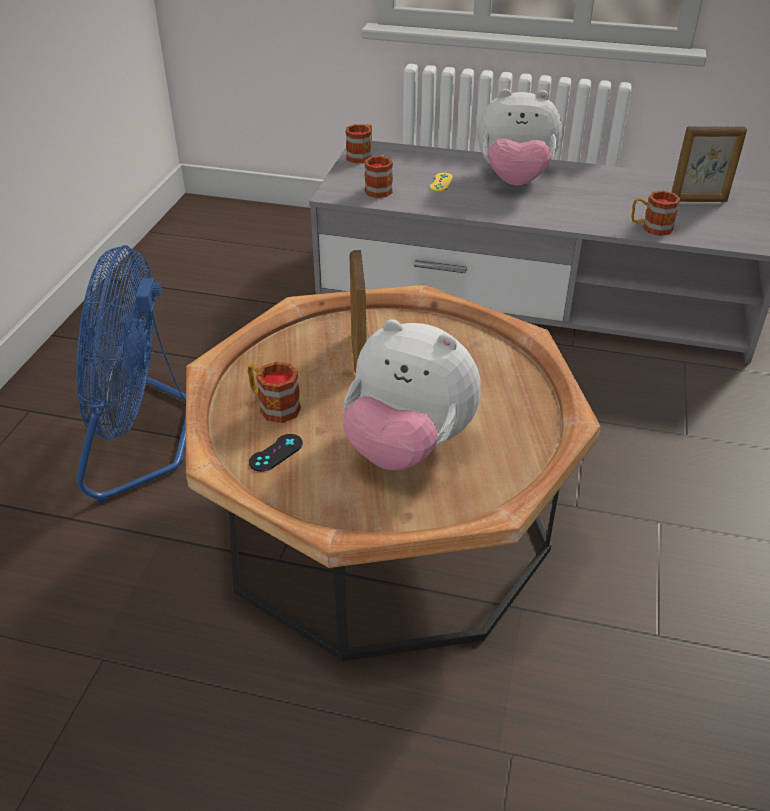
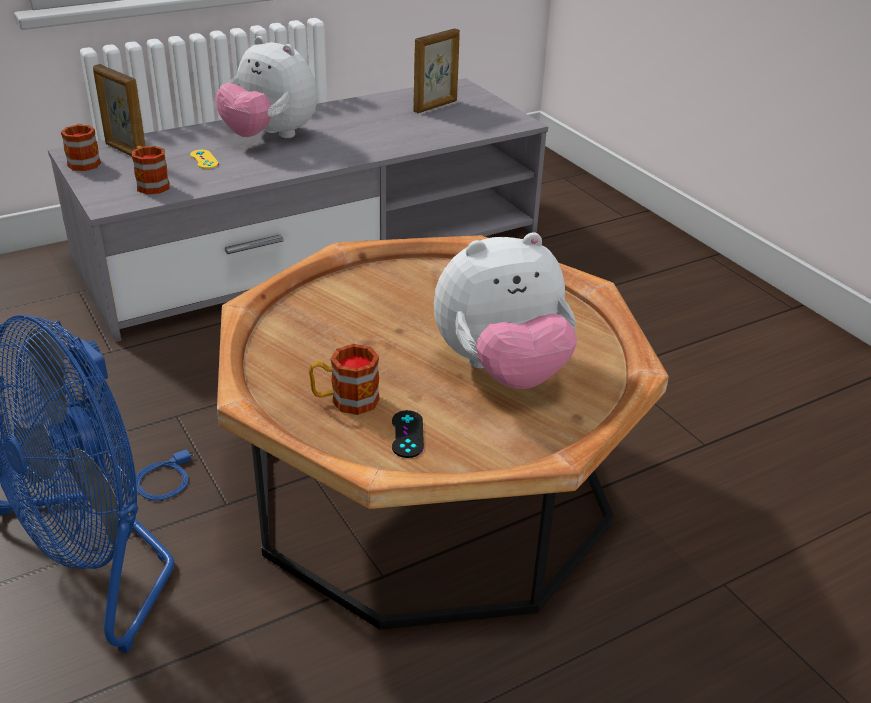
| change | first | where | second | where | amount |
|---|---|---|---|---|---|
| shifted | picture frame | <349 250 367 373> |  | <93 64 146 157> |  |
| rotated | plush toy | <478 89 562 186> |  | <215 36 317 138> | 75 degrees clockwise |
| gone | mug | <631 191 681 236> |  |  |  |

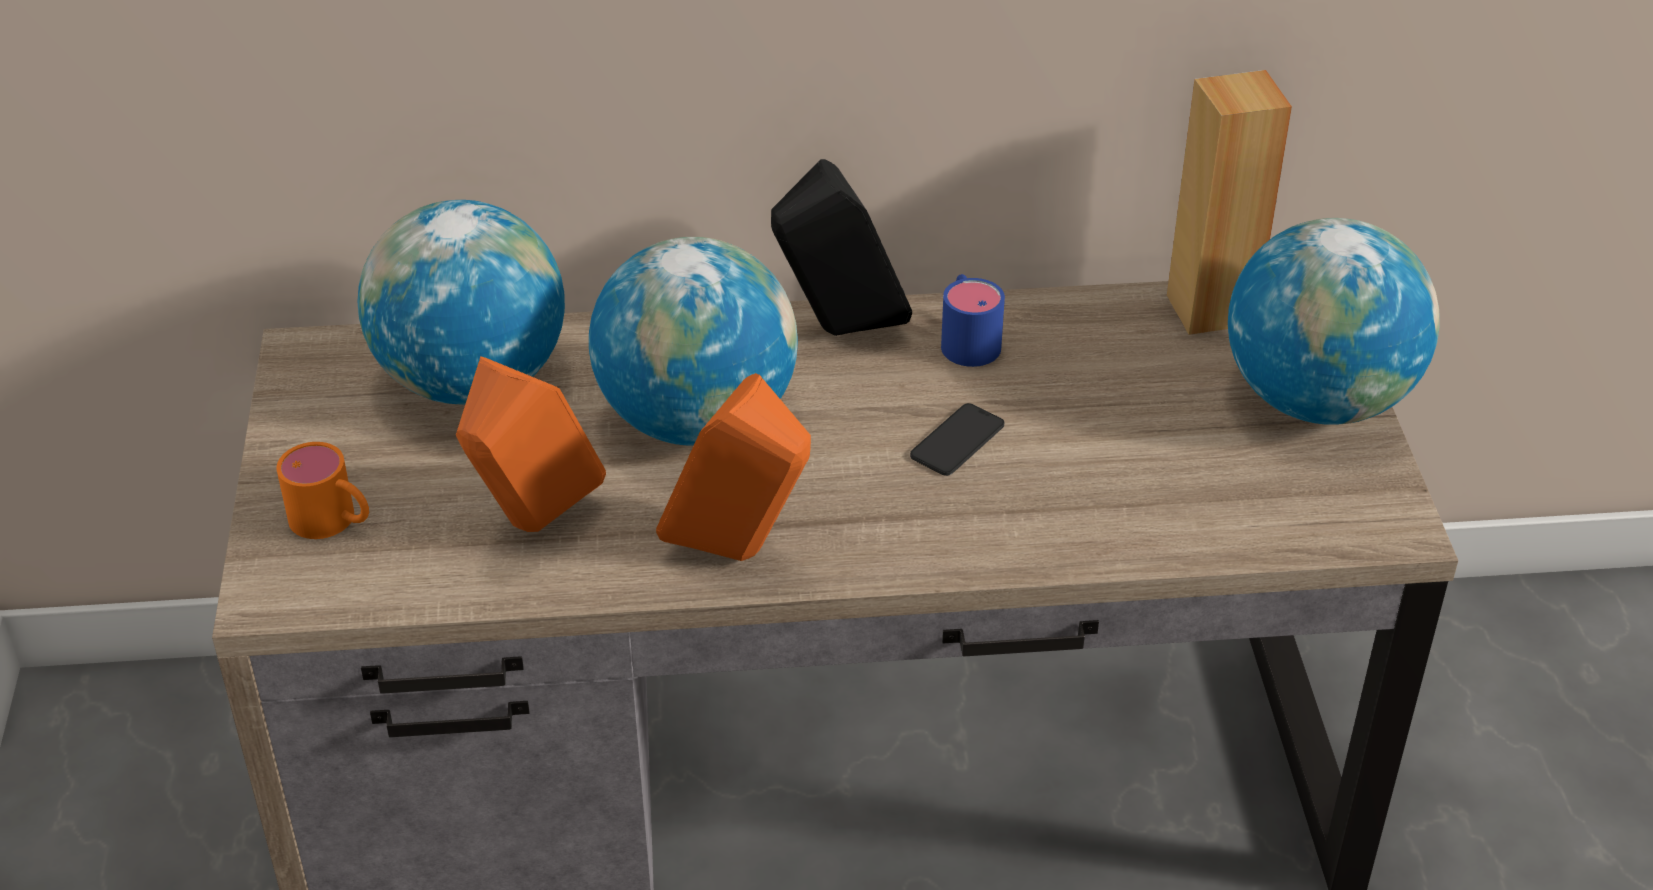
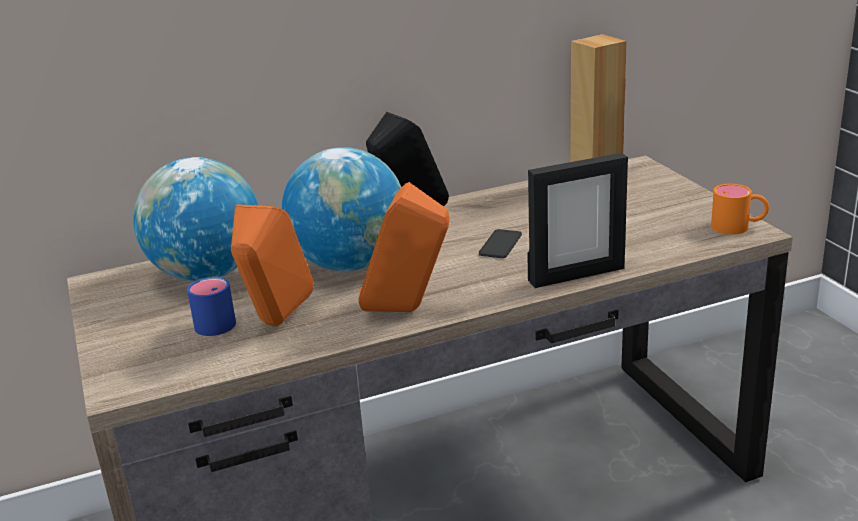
| change | first | where | second | where | amount |
|---|---|---|---|---|---|
| shifted | mug in blue | <941 274 1005 367> |  | <187 277 236 336> |  |
| new |  |  | picture frame | <527 153 628 288> |  |
| shifted | mug in orange | <276 442 369 539> |  | <711 184 769 235> |  |
| gone | globe | <1228 218 1440 425> |  |  |  |

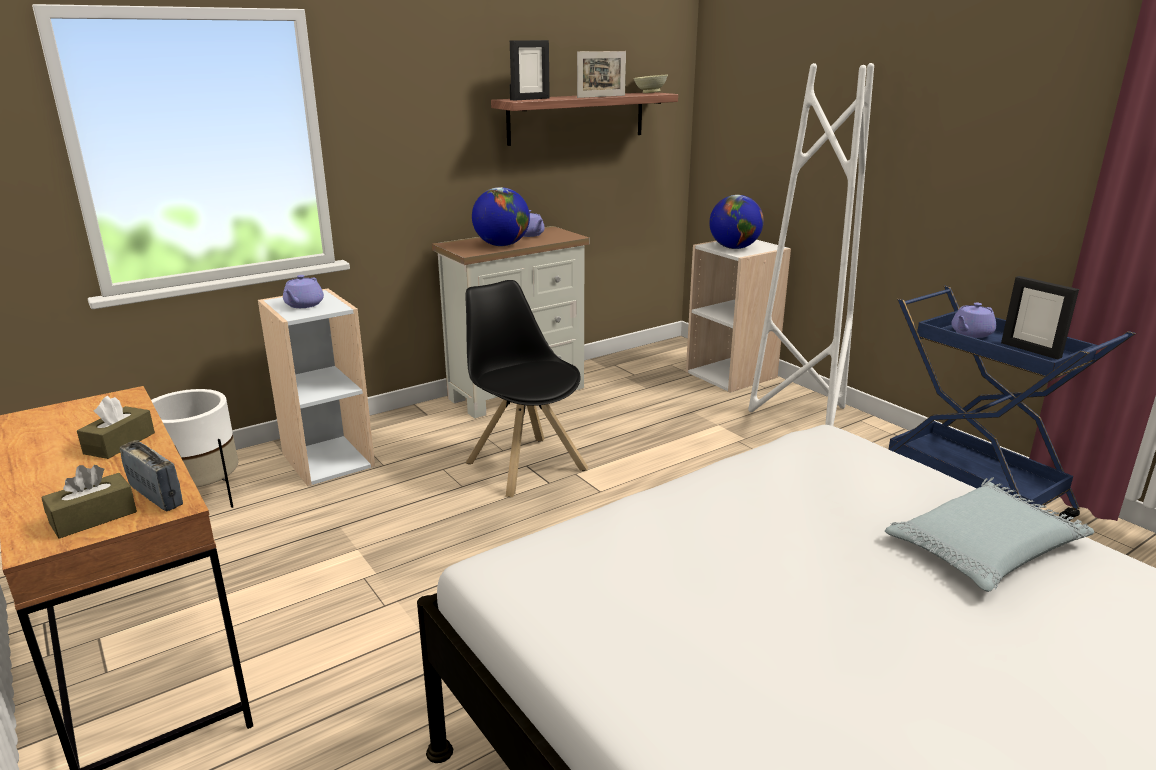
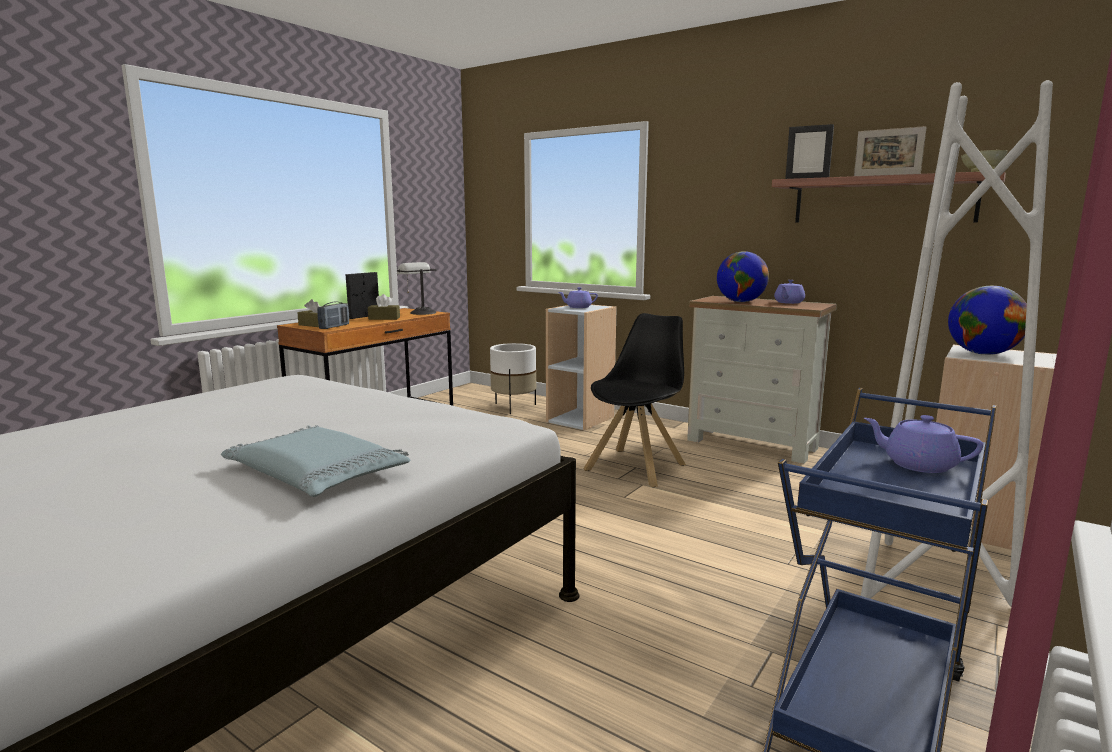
| change | first | where | second | where | amount |
|---|---|---|---|---|---|
| shifted | picture frame | <1001 276 1079 360> |  | <345 272 379 319> |  |
| new |  |  | table lamp | <397 262 437 315> |  |

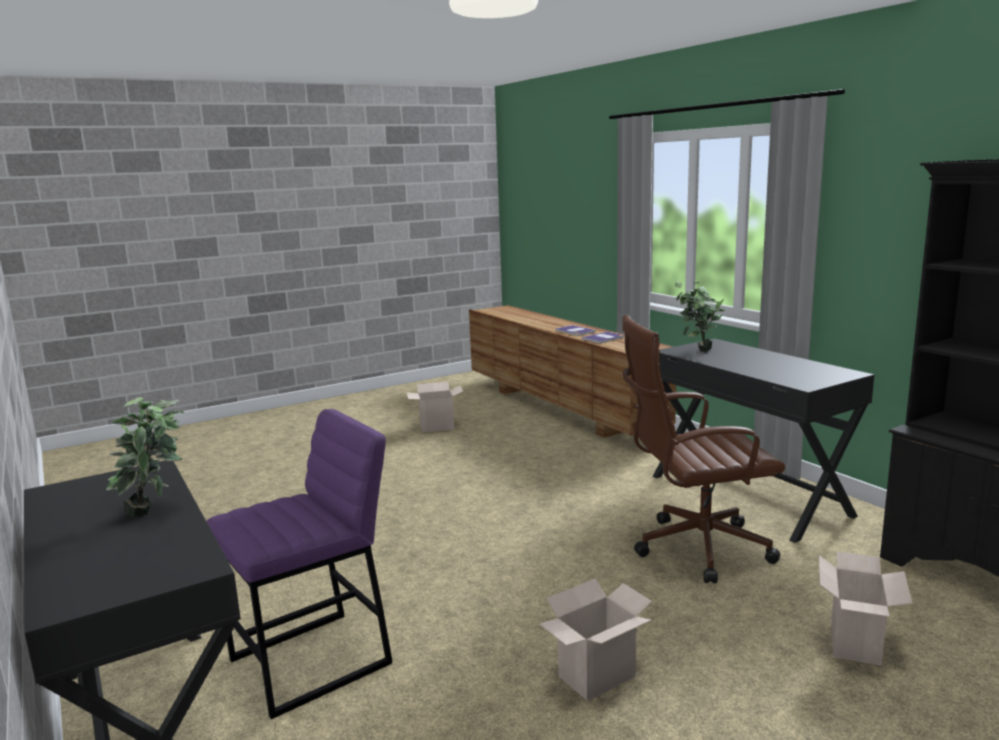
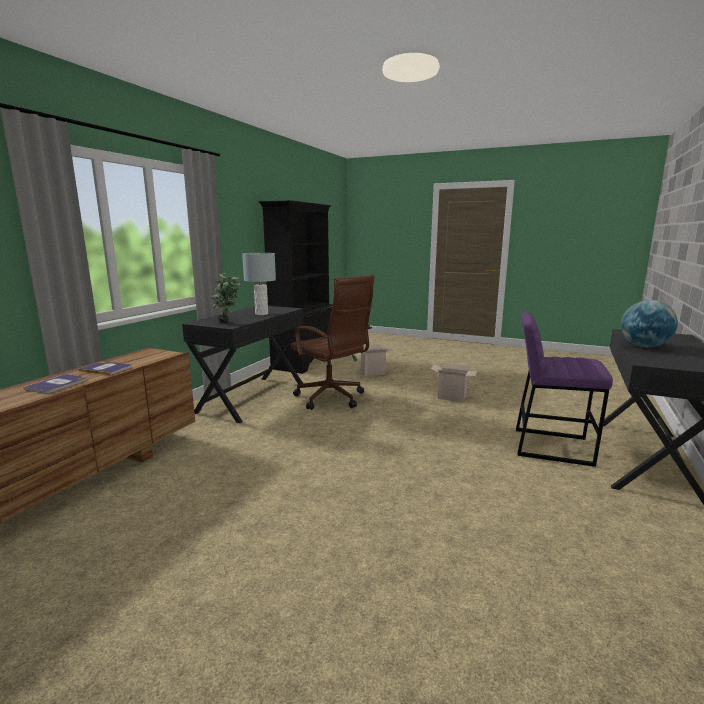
| change | first | where | second | where | amount |
|---|---|---|---|---|---|
| new |  |  | table lamp in grey | <242 253 276 315> |  |
| swapped | potted plant | <106 397 184 516> | globe | <621 300 678 347> |  |
| gone | cardboard box | <407 382 463 433> |  |  |  |

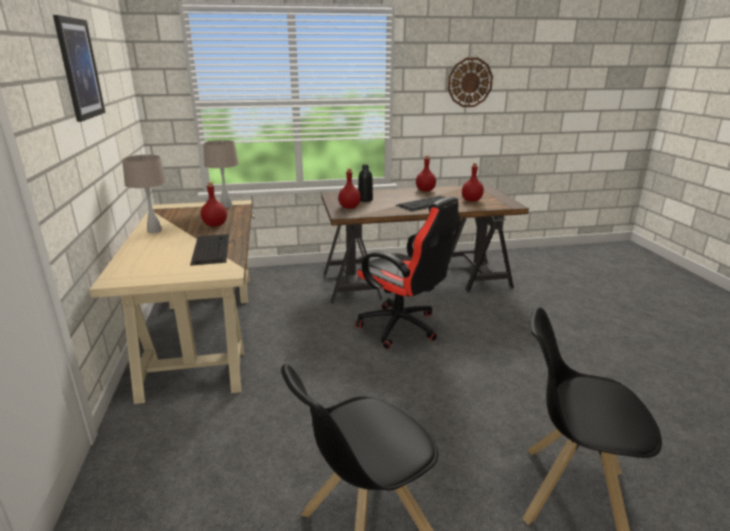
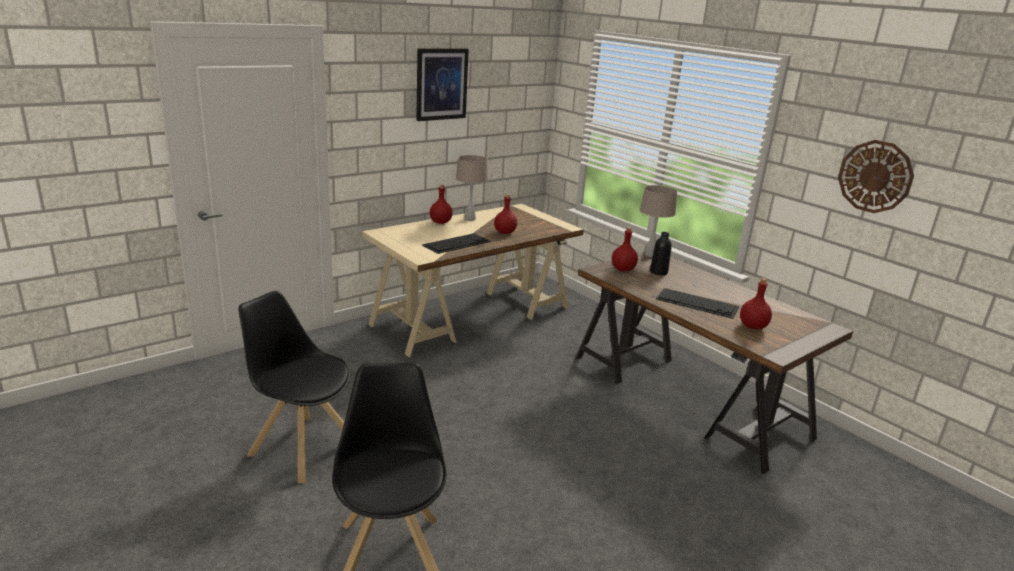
| change | first | where | second | where | amount |
|---|---|---|---|---|---|
| shifted | bottle in red | <416 156 436 192> |  | <430 184 453 224> |  |
| shifted | table lamp in beige | <203 140 239 208> |  | <640 185 677 257> |  |
| gone | office chair in black | <355 197 462 349> |  |  |  |

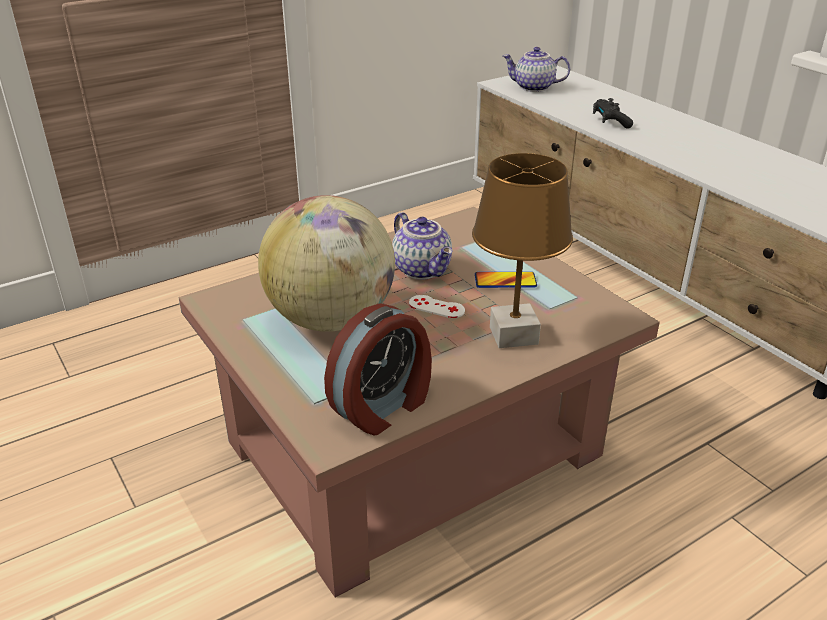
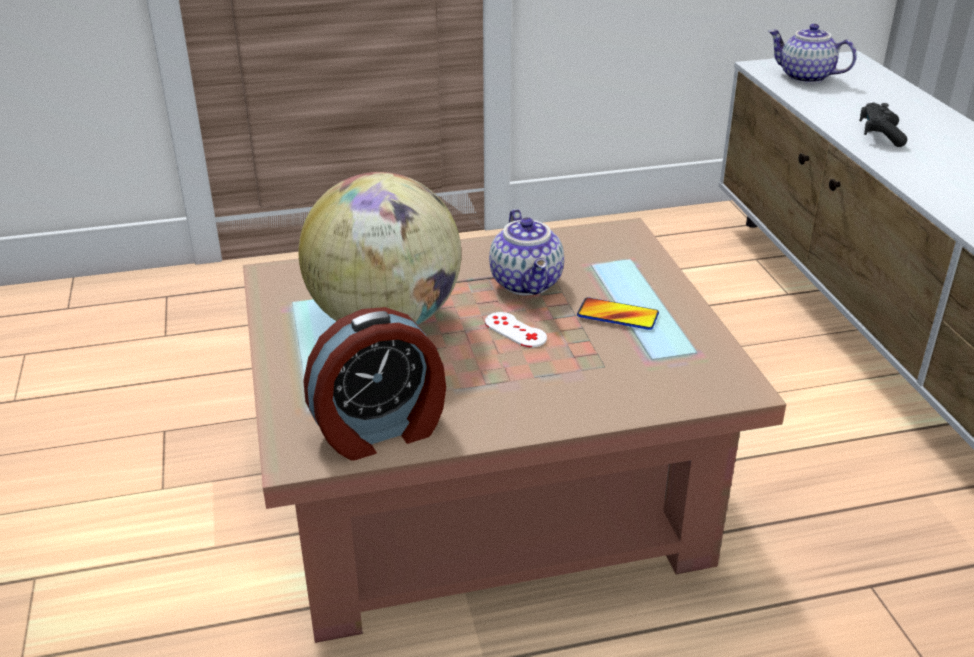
| change | first | where | second | where | amount |
|---|---|---|---|---|---|
| gone | table lamp in brown | <472 153 573 348> |  |  |  |

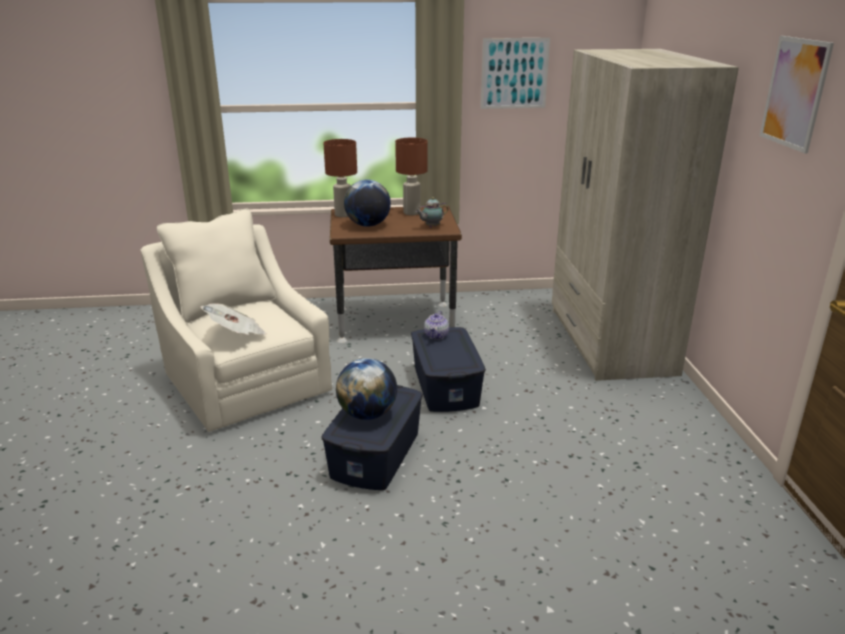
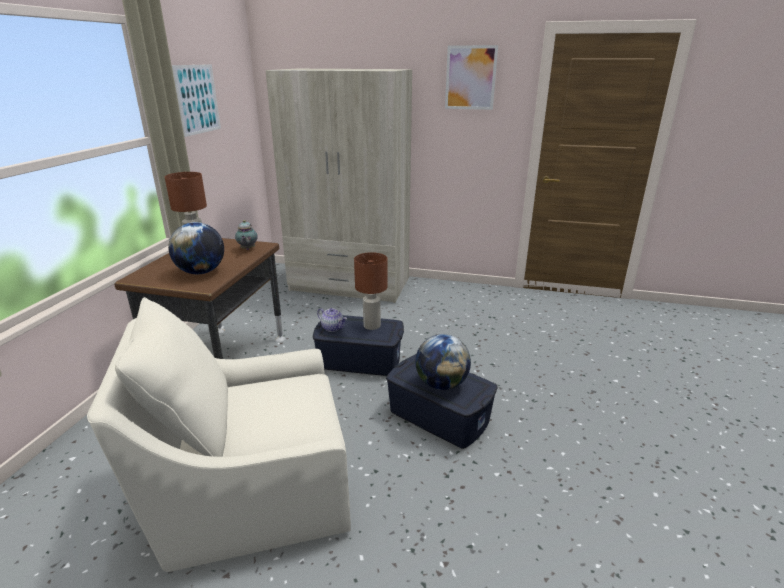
| change | first | where | second | where | amount |
|---|---|---|---|---|---|
| shifted | table lamp in brown | <323 139 357 217> |  | <354 252 388 330> |  |
| gone | newspaper | <200 303 267 335> |  |  |  |

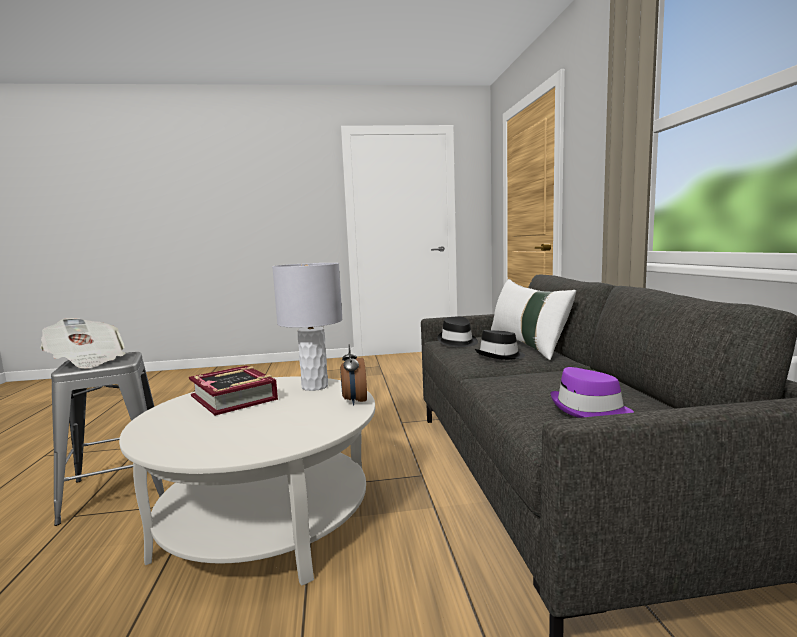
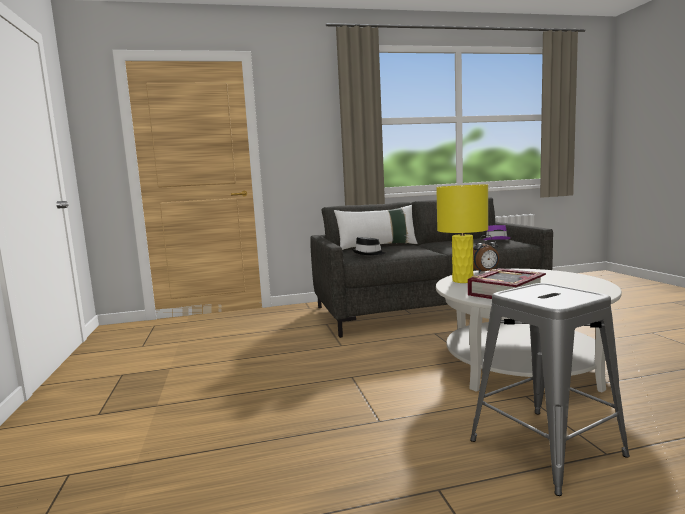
| change | first | where | second | where | amount |
|---|---|---|---|---|---|
| repainted | table lamp in grey | <272 263 343 391> | table lamp in yellow | <436 184 488 283> |  |
| gone | newspaper | <40 318 125 369> |  |  |  |
| gone | hat in black | <475 330 525 360> |  |  |  |

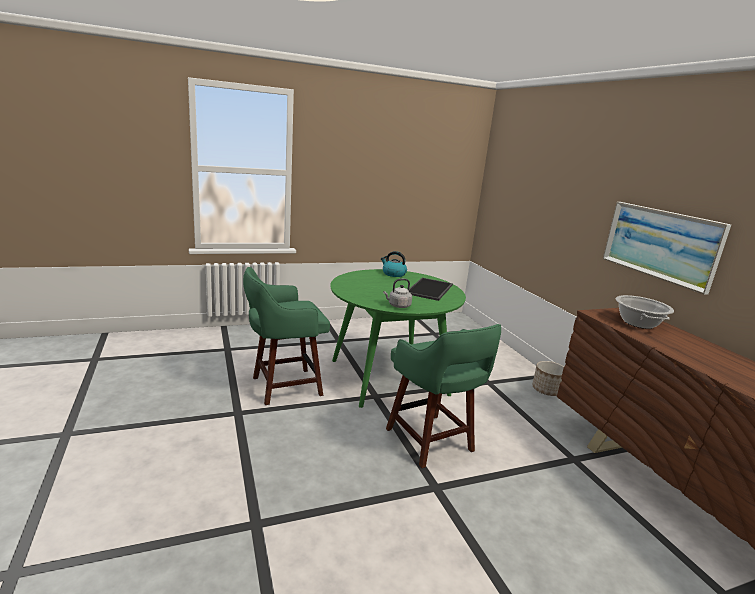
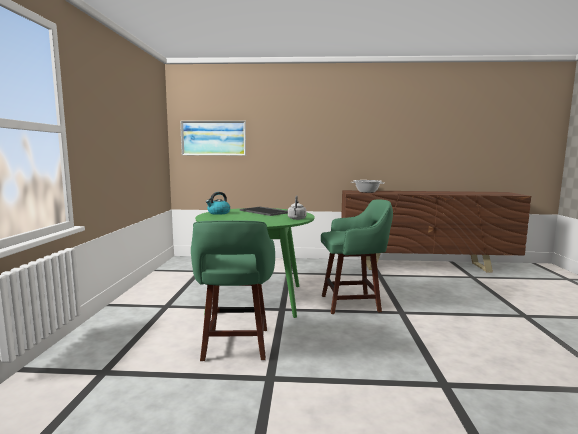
| change | first | where | second | where | amount |
|---|---|---|---|---|---|
| shifted | picture | <603 202 731 295> |  | <180 120 246 156> |  |
| gone | planter | <532 361 564 396> |  |  |  |

